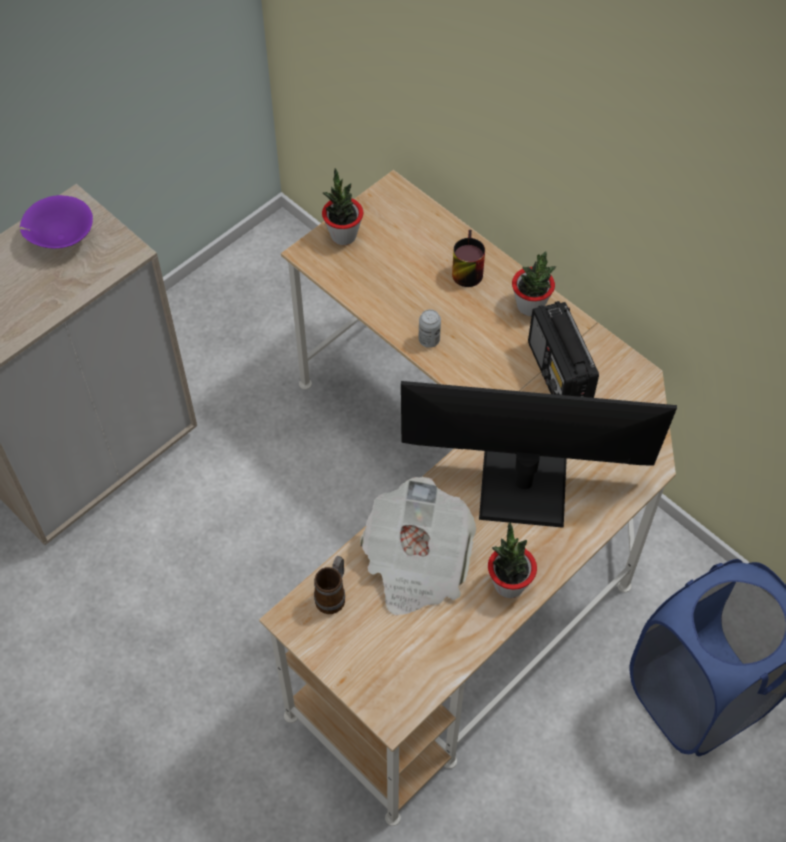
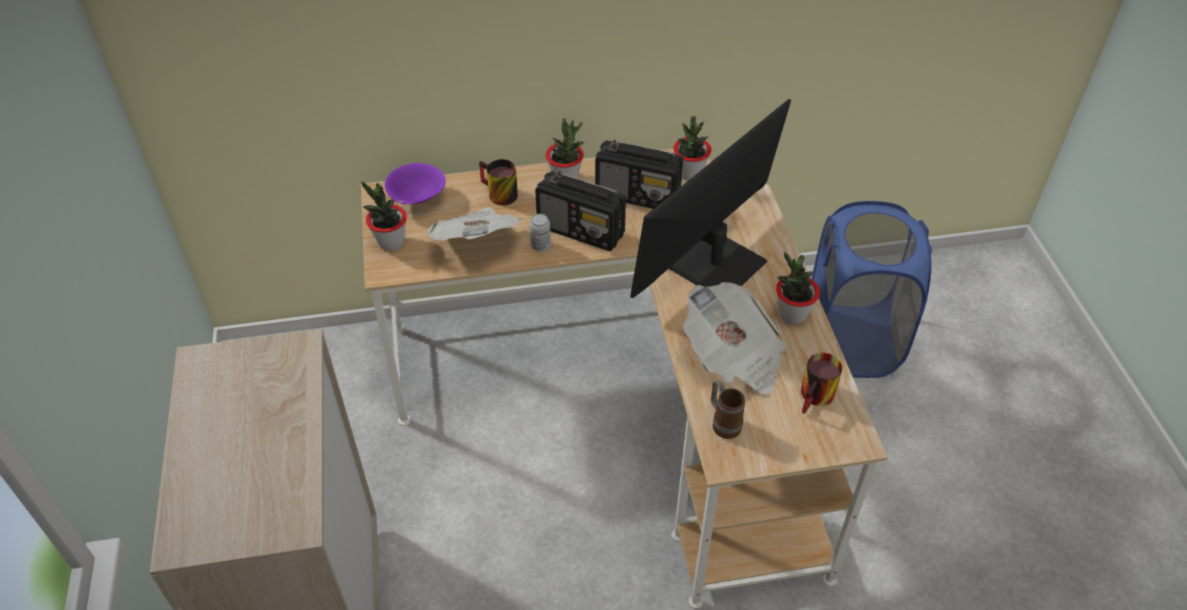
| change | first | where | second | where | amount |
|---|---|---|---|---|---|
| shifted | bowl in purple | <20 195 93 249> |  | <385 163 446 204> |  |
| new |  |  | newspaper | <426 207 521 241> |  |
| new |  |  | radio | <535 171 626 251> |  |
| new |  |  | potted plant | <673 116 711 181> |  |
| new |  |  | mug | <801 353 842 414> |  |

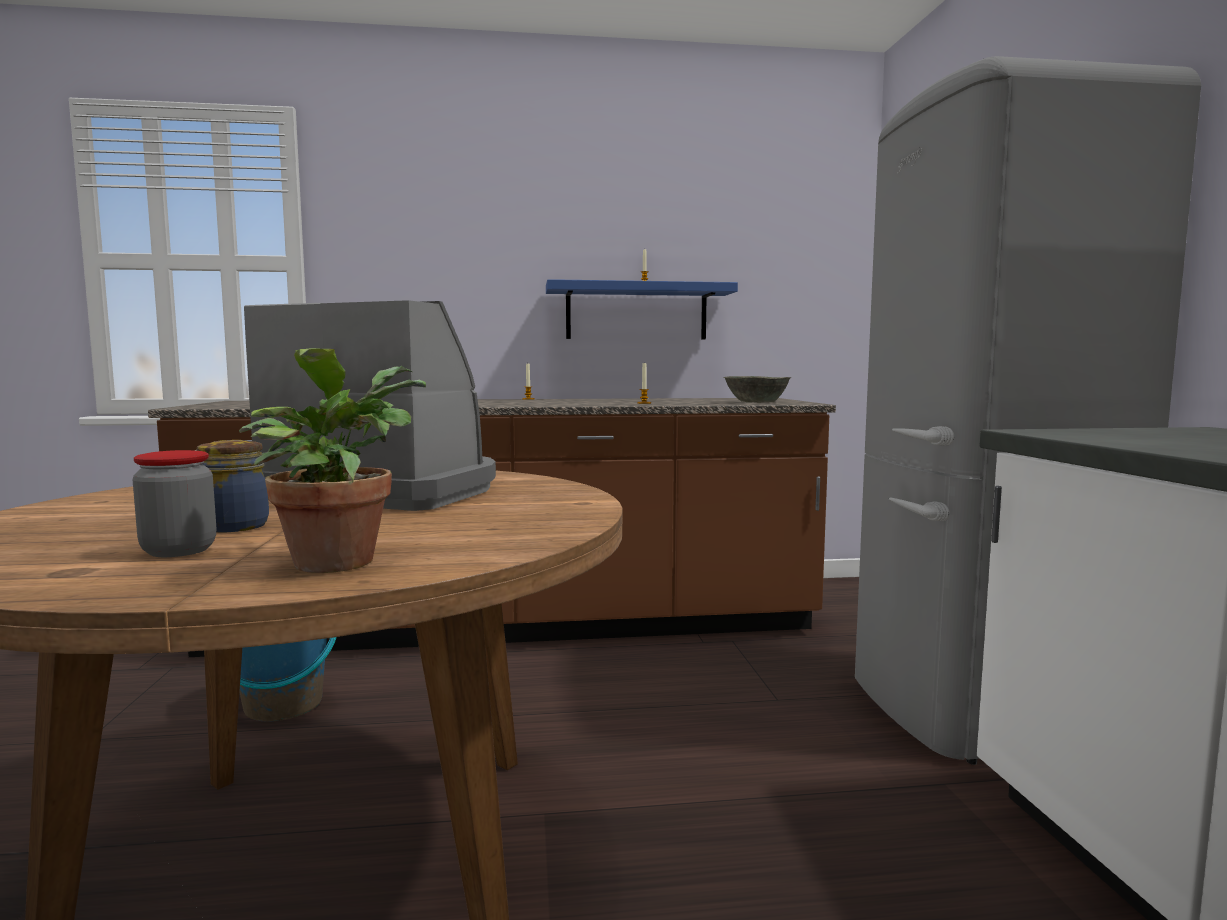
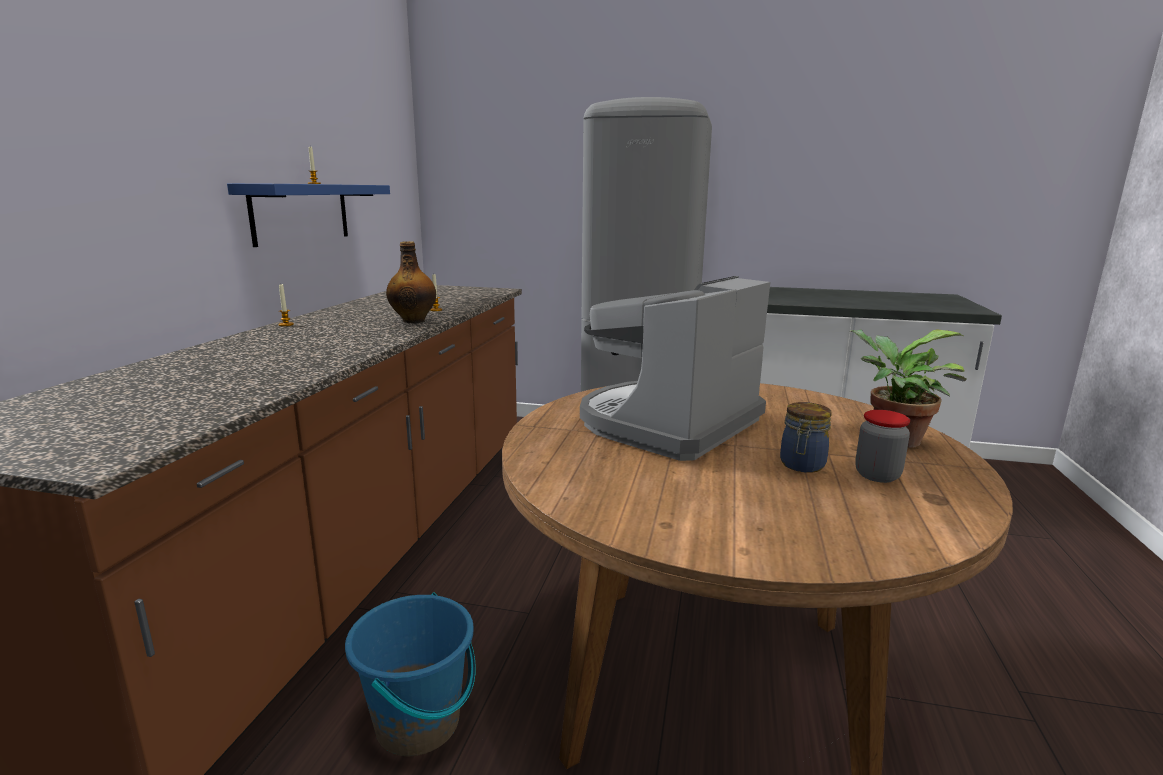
| change | first | where | second | where | amount |
|---|---|---|---|---|---|
| new |  |  | bottle | <386 241 436 323> |  |
| gone | bowl in grey | <723 376 791 403> |  |  |  |

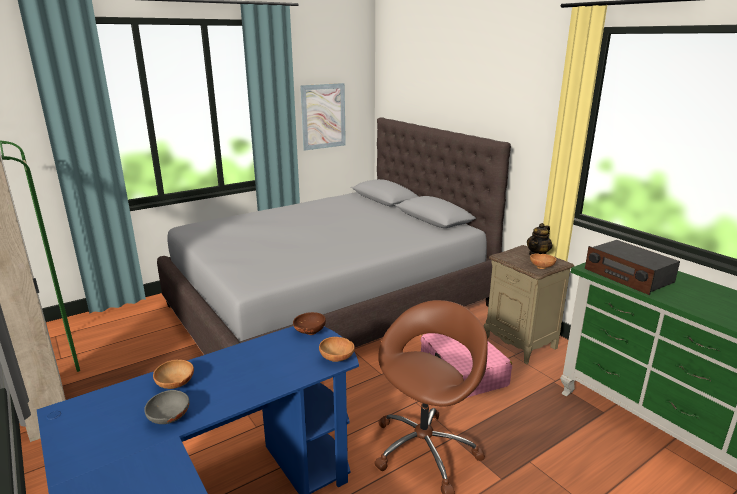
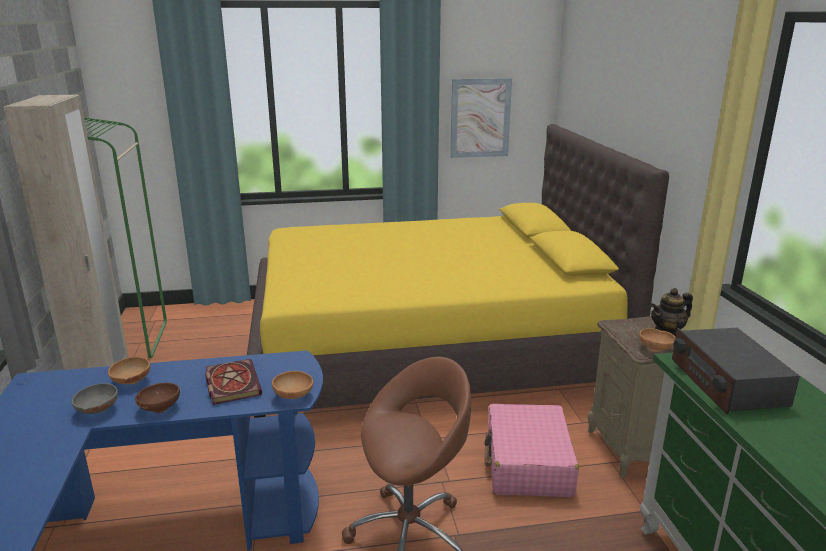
| change | first | where | second | where | amount |
|---|---|---|---|---|---|
| shifted | bowl in brown | <293 312 326 335> |  | <135 383 180 413> |  |
| new |  |  | book | <205 359 262 405> |  |
| repainted | bed in grey | <157 117 511 355> | bed in yellow | <247 124 669 418> |  |

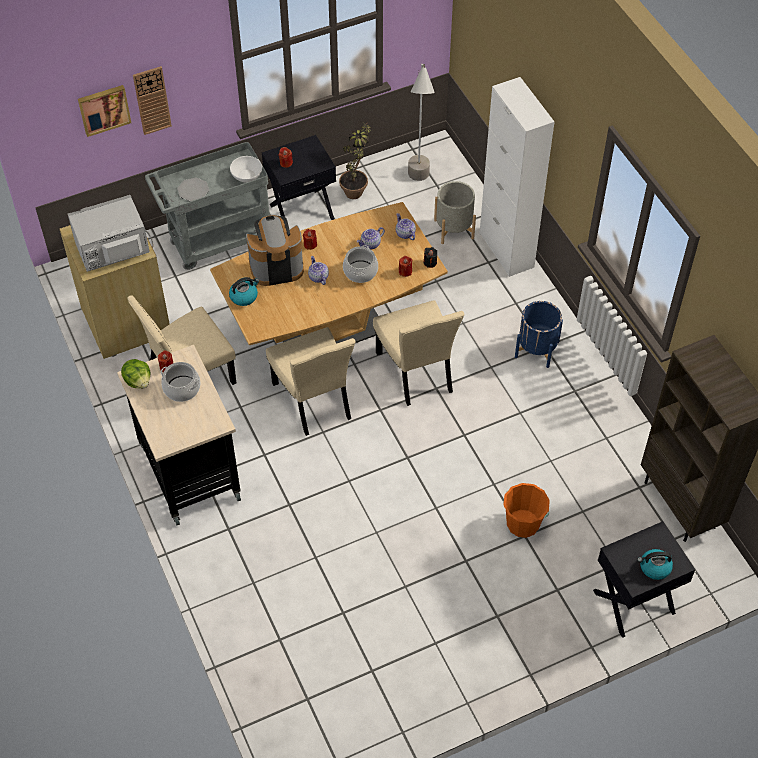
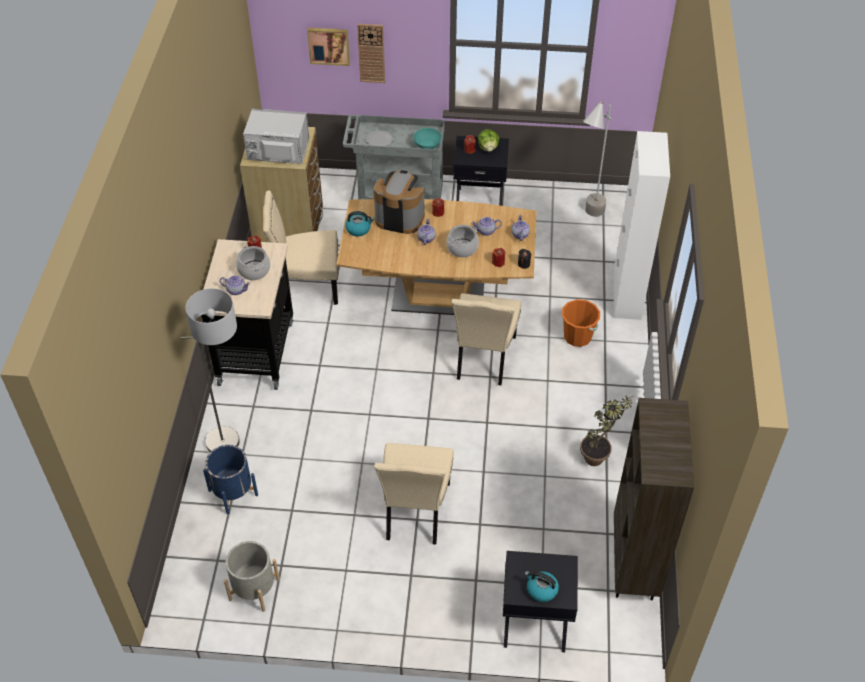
| change | first | where | second | where | amount |
|---|---|---|---|---|---|
| new |  |  | floor lamp in grey | <181 288 240 452> |  |
| shifted | planter in blue | <515 301 563 368> |  | <203 445 258 514> |  |
| new |  |  | teapot | <220 275 250 295> |  |
| shifted | planter in grey | <434 181 476 244> |  | <224 541 280 612> |  |
| shifted | chair in beige | <266 327 355 436> |  | <374 443 454 545> |  |
| repainted | bowl in white | <230 156 262 183> | bowl in turquoise | <413 128 442 149> |  |
| shifted | lettuce | <121 359 151 389> |  | <478 129 499 152> |  |
| shifted | bucket in orange | <503 483 550 538> |  | <562 299 600 347> |  |
| shifted | potted plant | <339 119 371 199> |  | <580 396 633 466> |  |

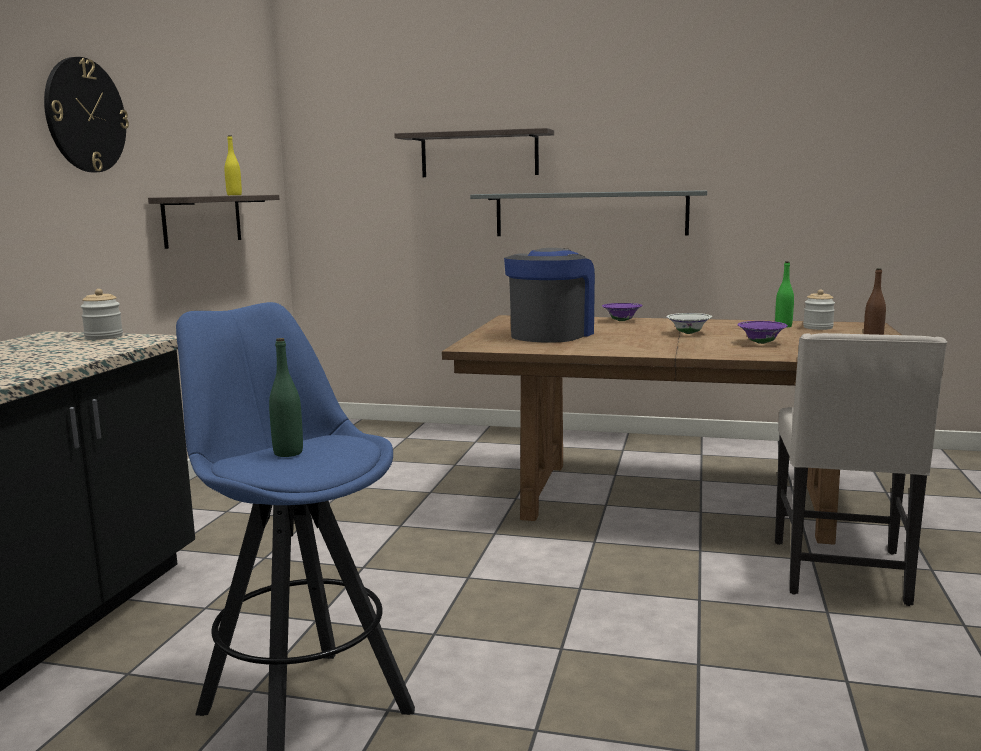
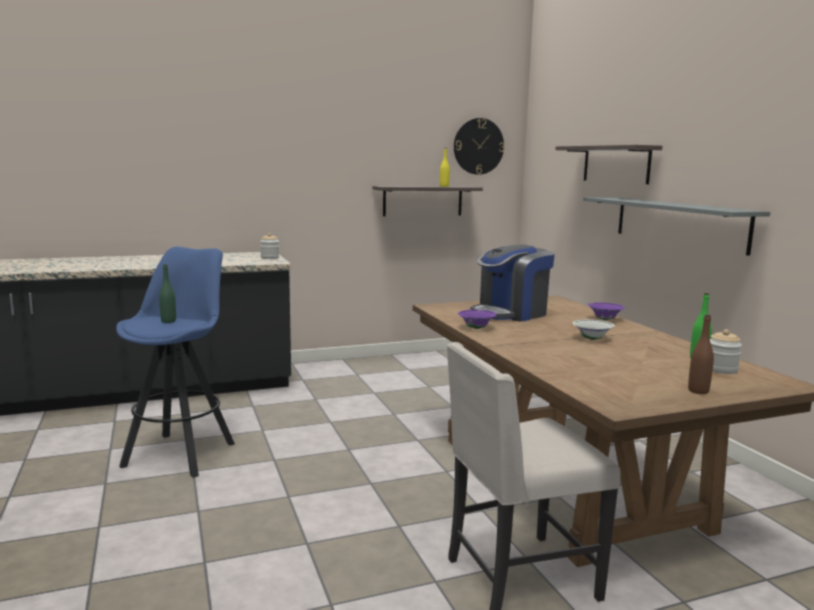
| change | first | where | second | where | amount |
|---|---|---|---|---|---|
| shifted | wall clock | <44 57 129 172> |  | <454 118 505 175> |  |
| shifted | bowl in purple | <737 321 788 344> |  | <458 310 497 329> |  |
| rotated | coffee machine | <504 248 595 342> |  | <470 244 555 322> | 150 degrees clockwise |

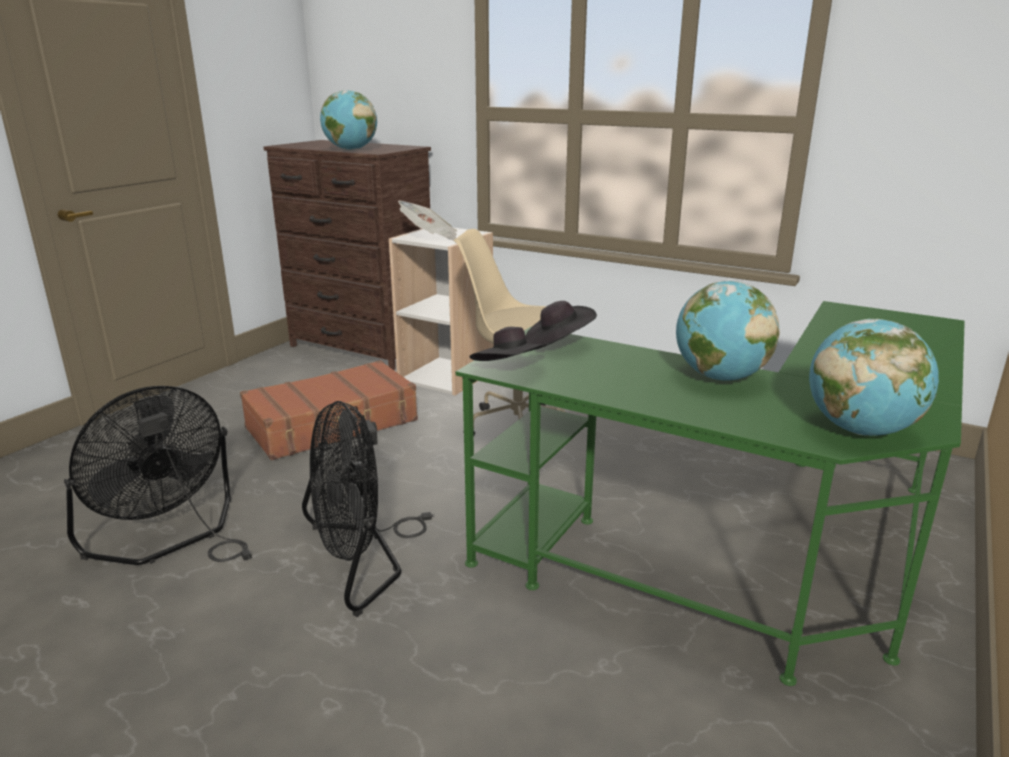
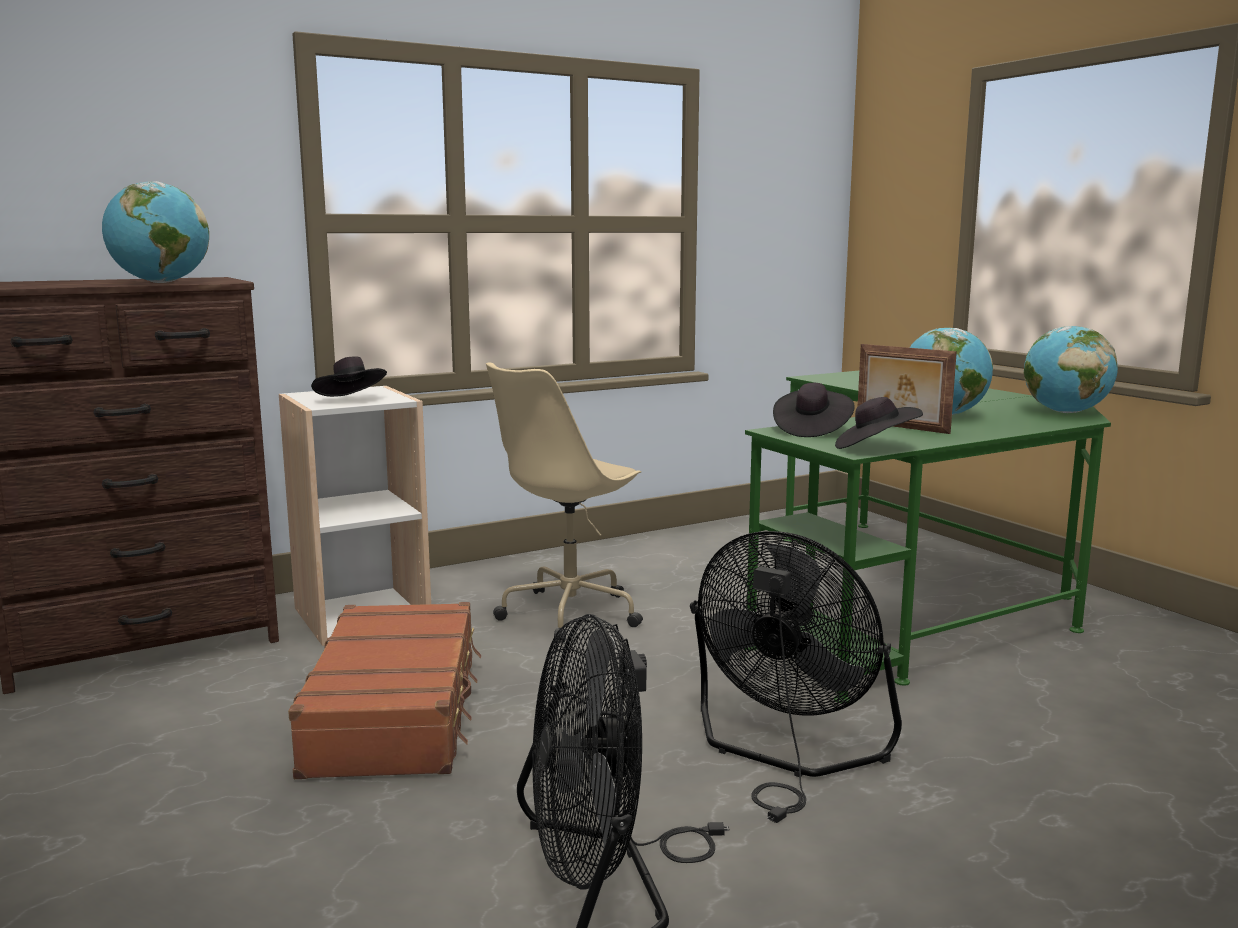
| change | first | where | second | where | amount |
|---|---|---|---|---|---|
| swapped | newspaper | <398 201 457 240> | hat in black | <311 357 387 397> |  |
| rotated | fan in black | <302 401 435 617> |  | <690 531 902 823> | 150 degrees counterclockwise |
| new |  |  | picture frame | <858 344 957 434> |  |

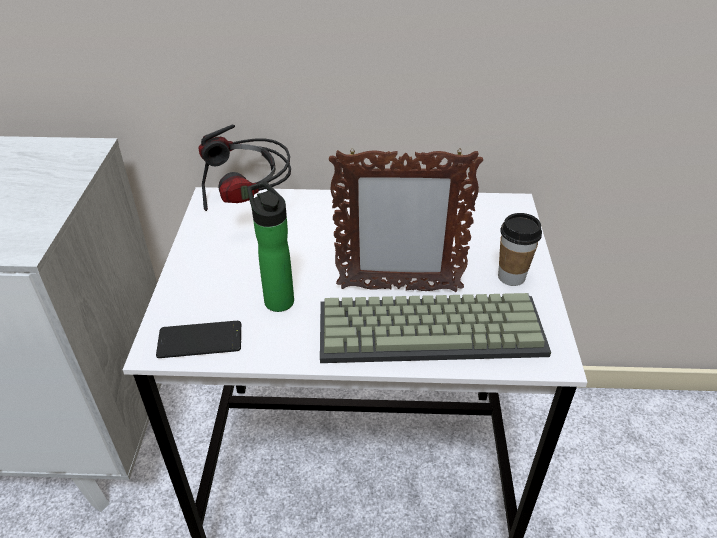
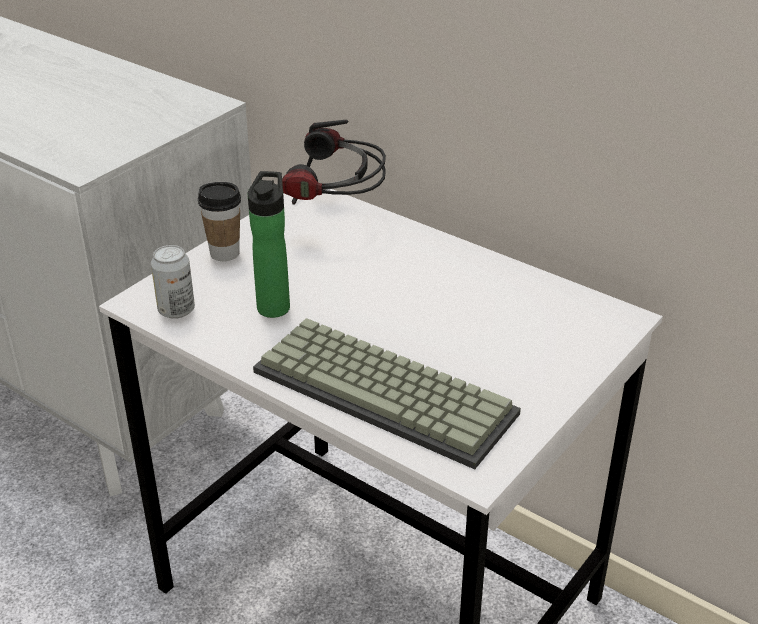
| change | first | where | second | where | amount |
|---|---|---|---|---|---|
| swapped | phone | <156 321 241 358> | can | <151 245 195 319> |  |
| shifted | cup | <498 213 542 286> |  | <198 182 241 261> |  |
| gone | picture frame | <329 148 483 292> |  |  |  |

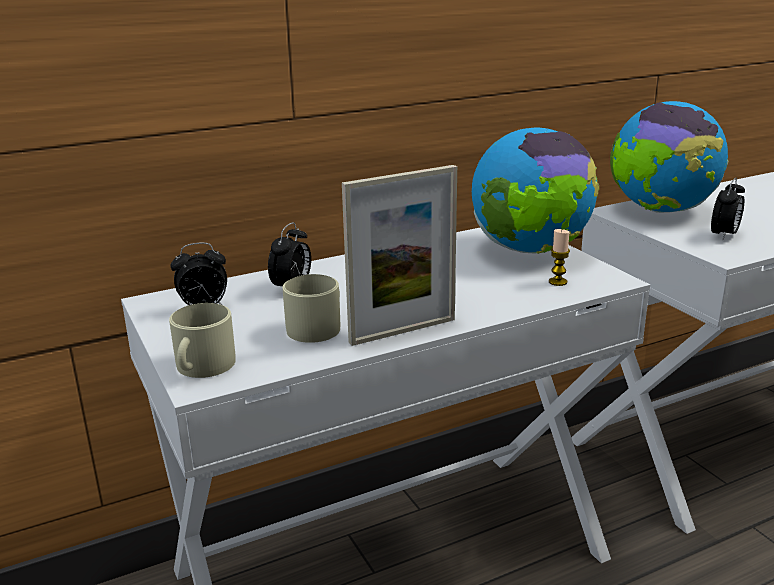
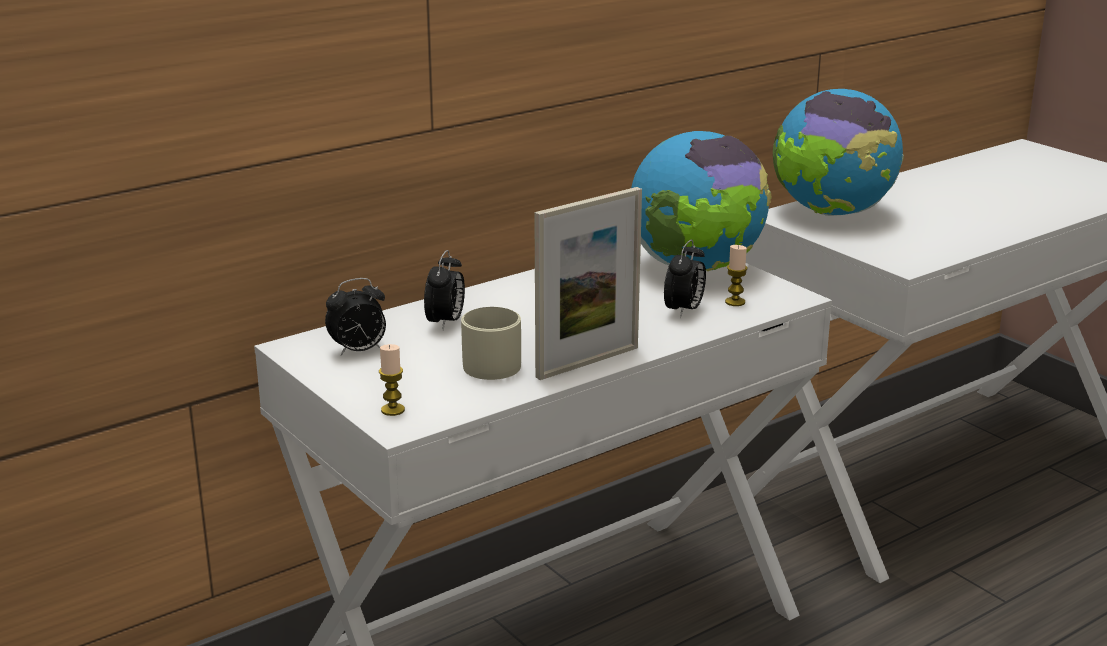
| change | first | where | second | where | amount |
|---|---|---|---|---|---|
| swapped | mug in beige | <169 303 236 378> | candle | <379 344 405 416> |  |
| shifted | alarm clock | <711 178 745 240> |  | <664 239 706 318> |  |

